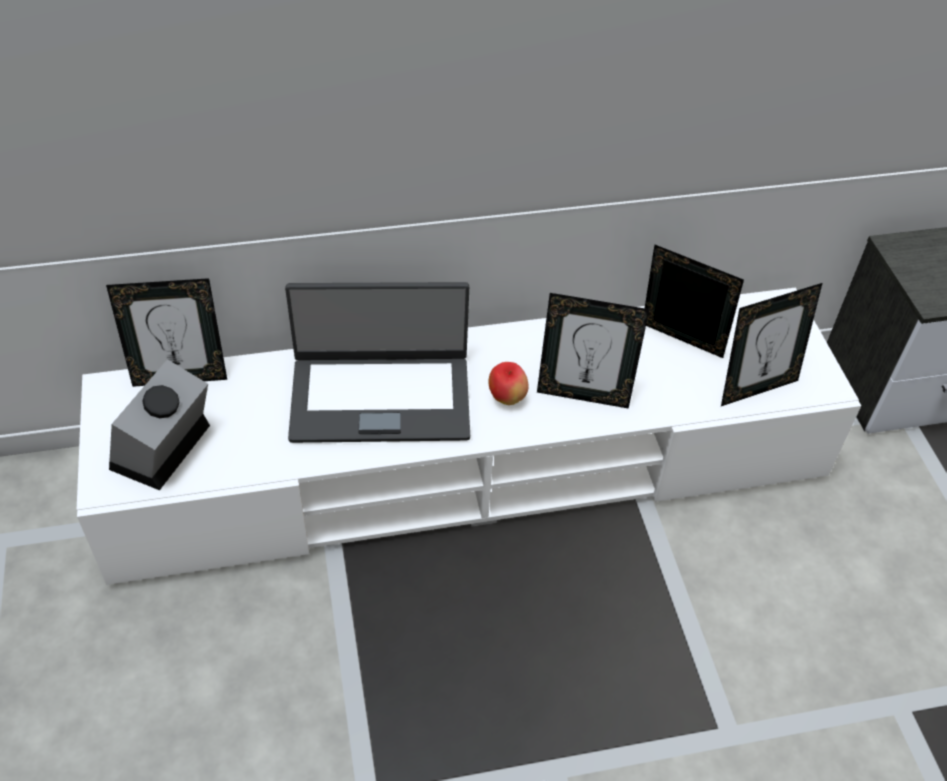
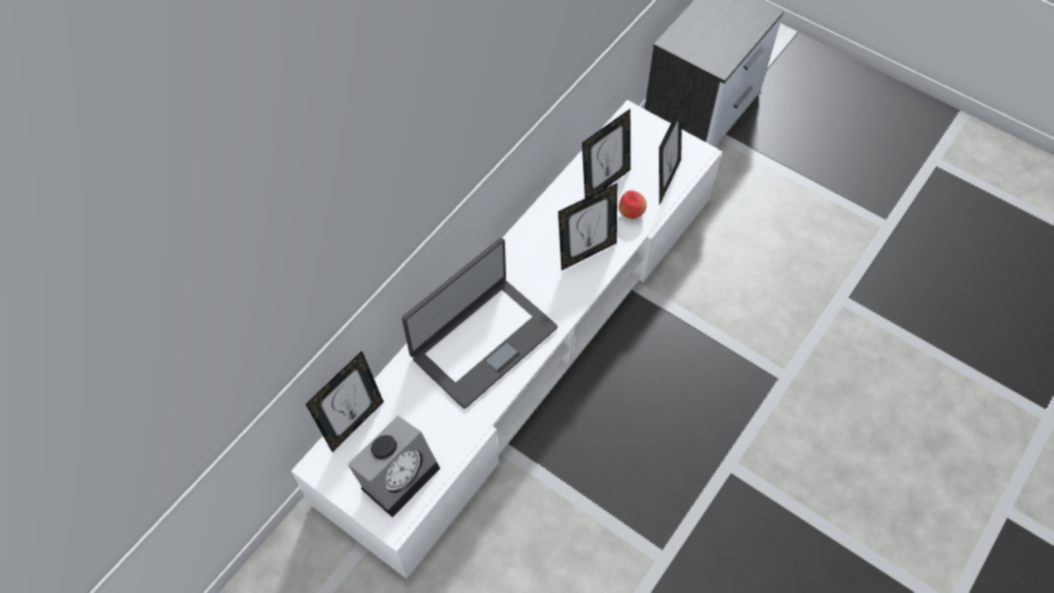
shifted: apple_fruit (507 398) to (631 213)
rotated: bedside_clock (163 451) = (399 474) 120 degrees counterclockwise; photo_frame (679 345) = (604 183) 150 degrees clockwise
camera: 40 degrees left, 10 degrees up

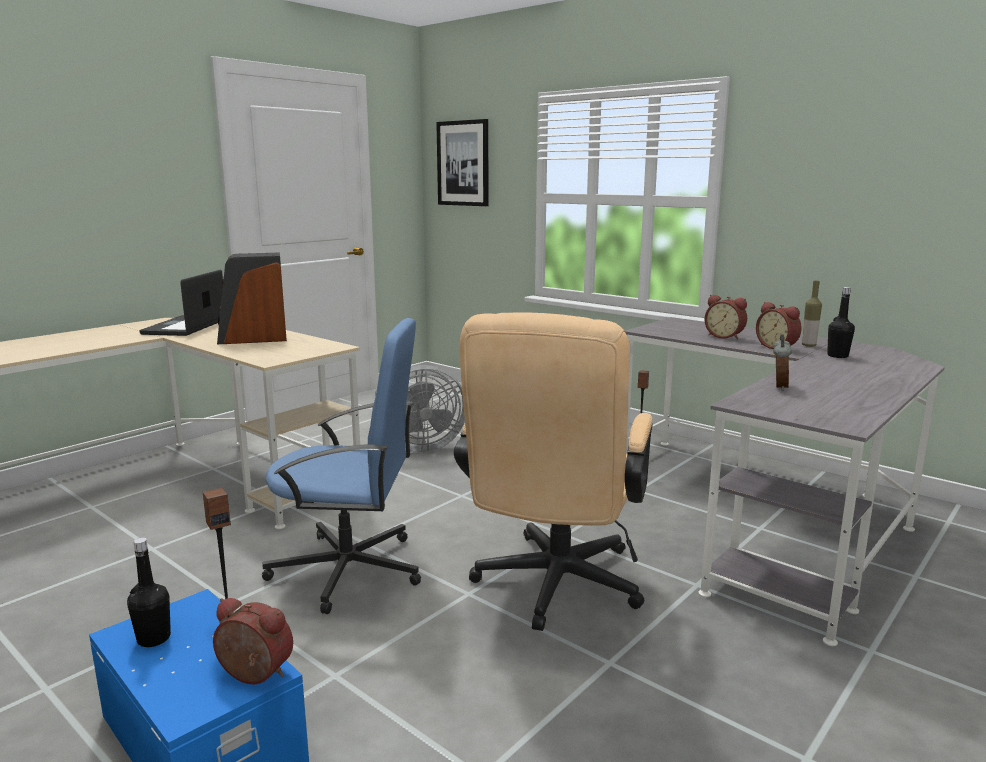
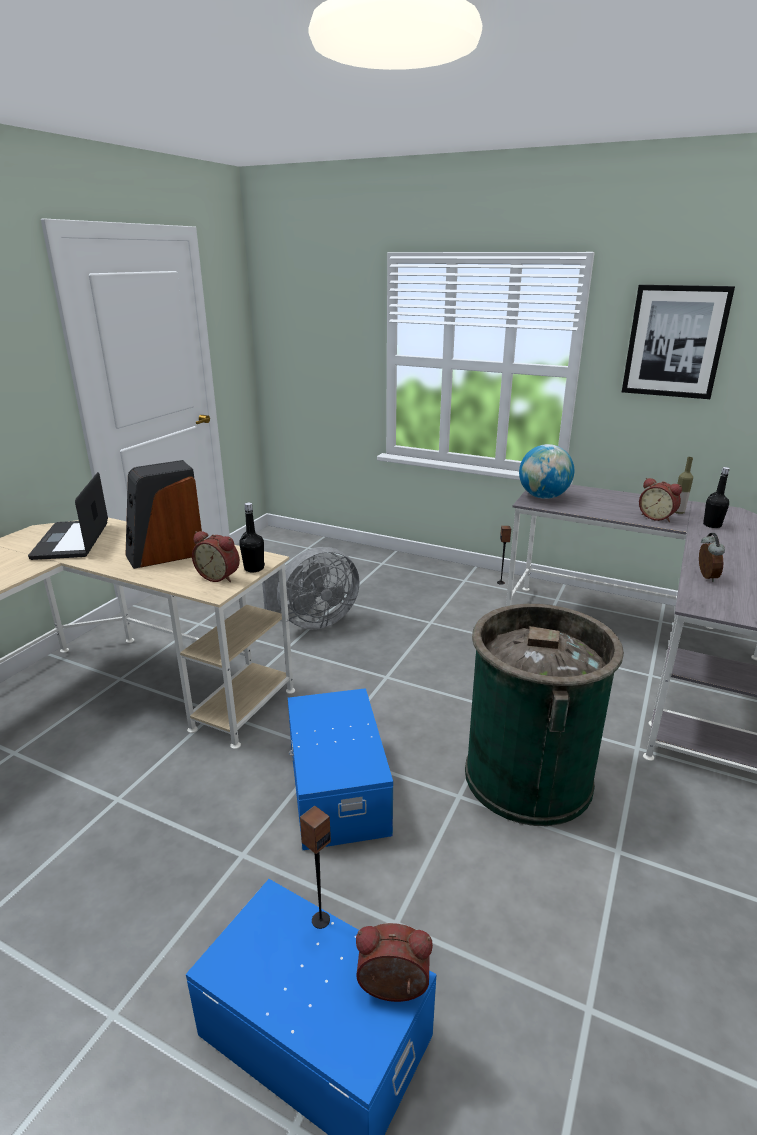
new: world_globe (543 497)
shifted: black_bottle (154 638) to (254 568); picture (463 163) to (675 342); bedside_clock (725 336) to (219 576)
swapped: blue-coloured_desk_chair (350 570) to blue-coloured_storage_bin (335 788); beige_desk_chair (554 589) to green_waste_bin (528 776)
camera: 15 degrees left, 10 degrees up

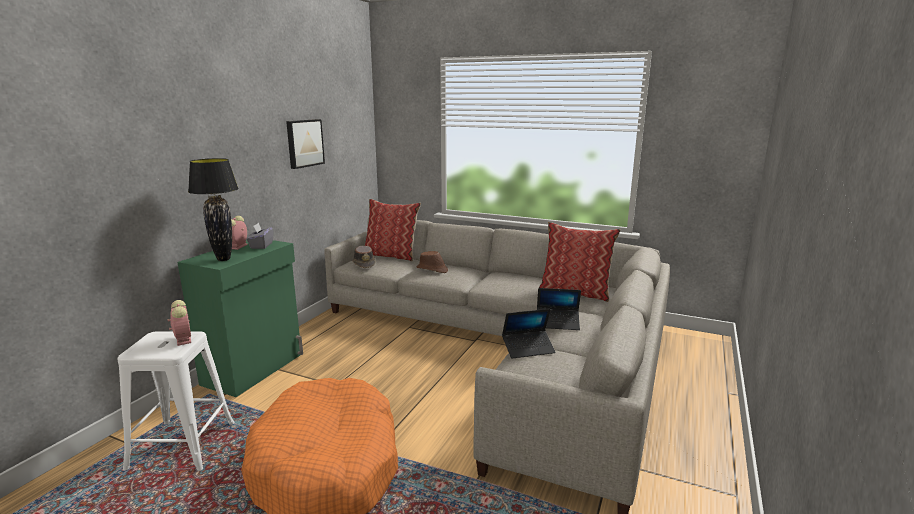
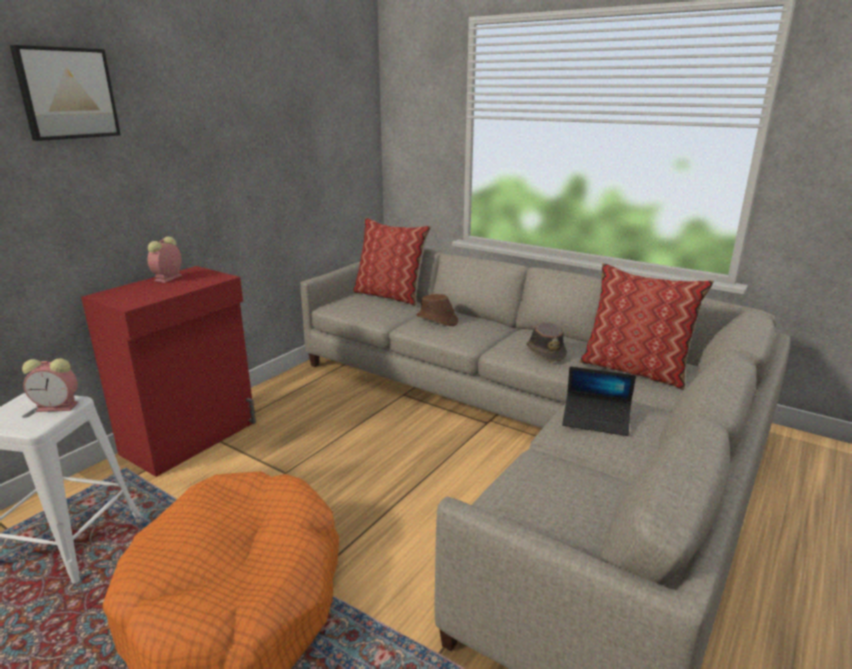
gone: black_table_lamp (224 259); grey_box_of_tissues (261 245); laptop (528 348)
shifted: picture (304 143) to (66 93); brownish_wearable_hat (364 264) to (545 352)
repainted: green_storage_cabinet (255 369) to red-coloured_storage_cabinet (192 438)
rotated: bedside_clock (183 339) = (59 406) 105 degrees clockwise
camera: 10 degrees right, 5 degrees up

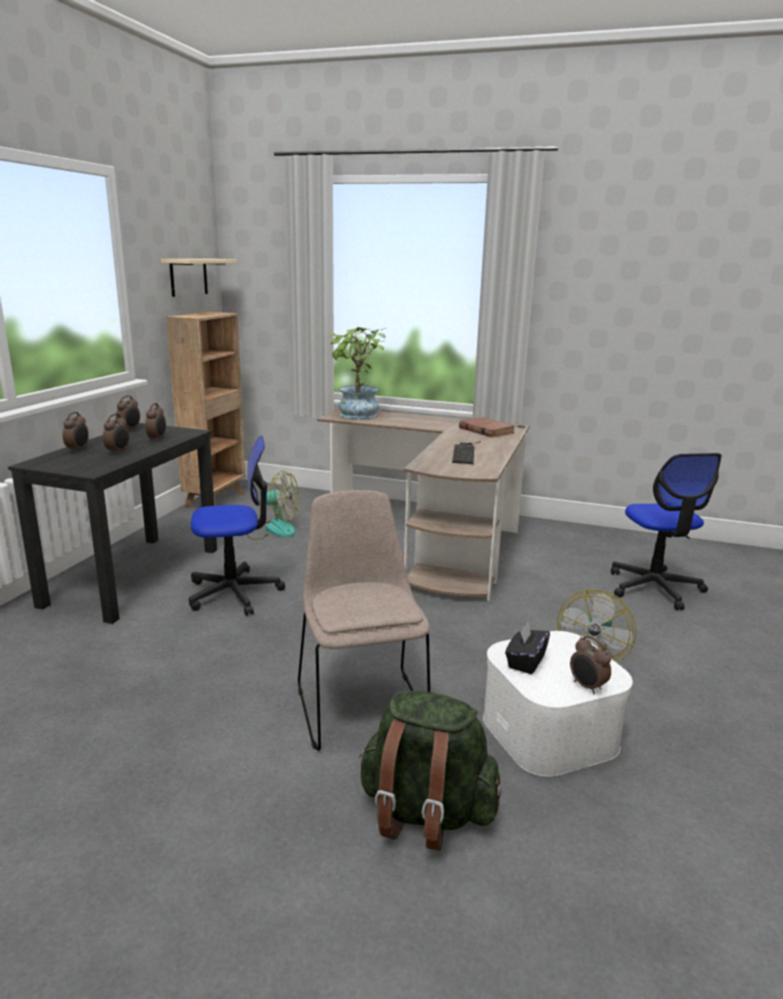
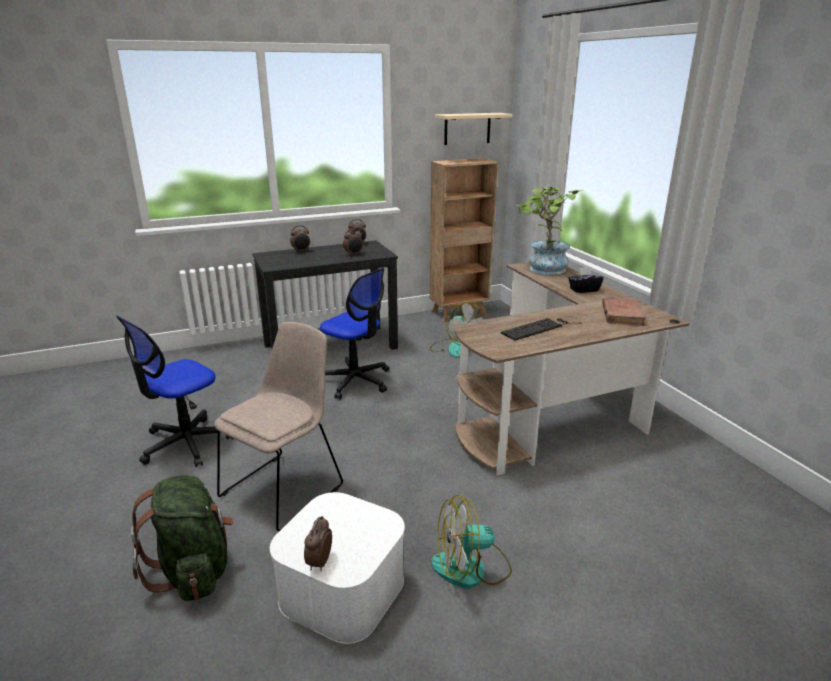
gone: bedside_clock (118 452)
shifted: black_box_of_tissues (525 661) to (584 290); desk_chair (654 588) to (186 443)
camera: 50 degrees right, 5 degrees up

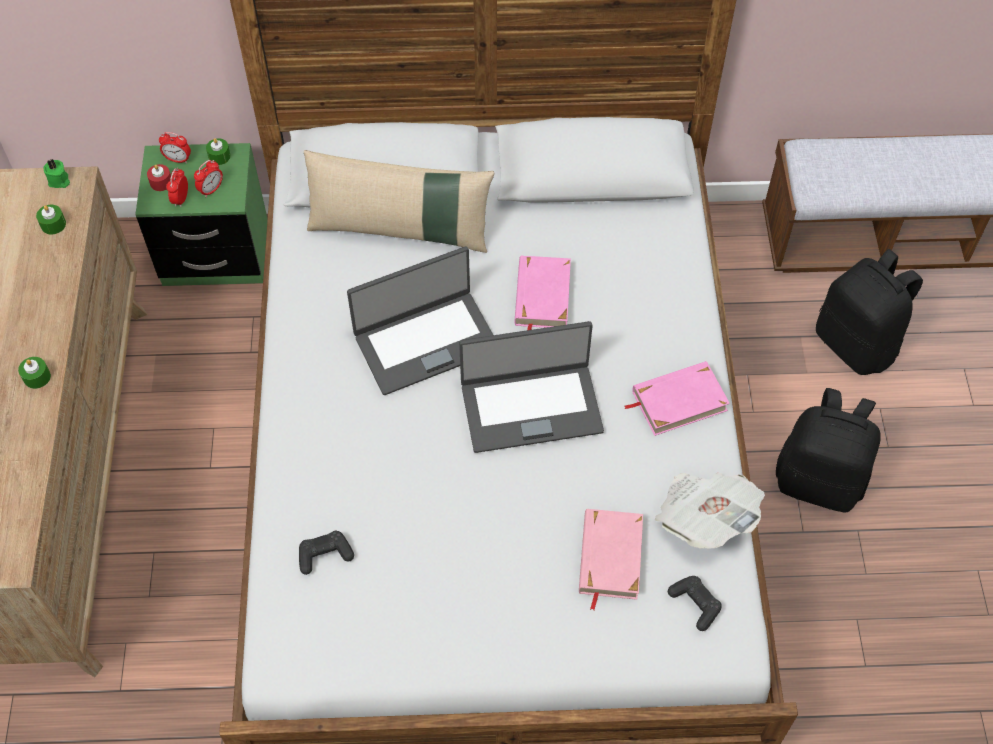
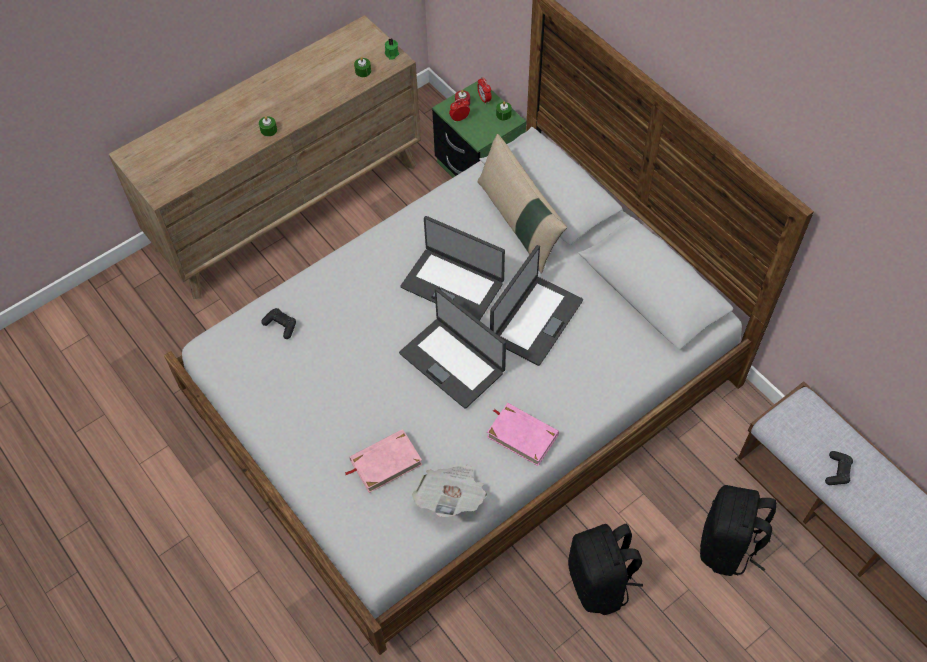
gone: bedside_clock (211 190)
shifted: black_game_controller (695 604) to (837 471)
swapped: pinkish_book (541 296) to laptop (535 320)
camera: 55 degrees right, 0 degrees up

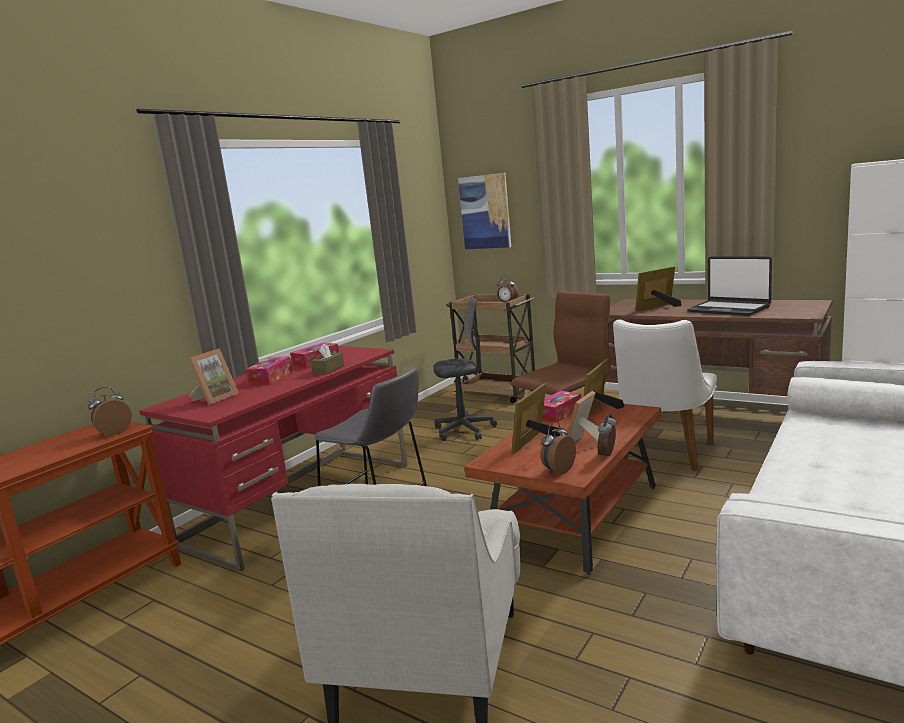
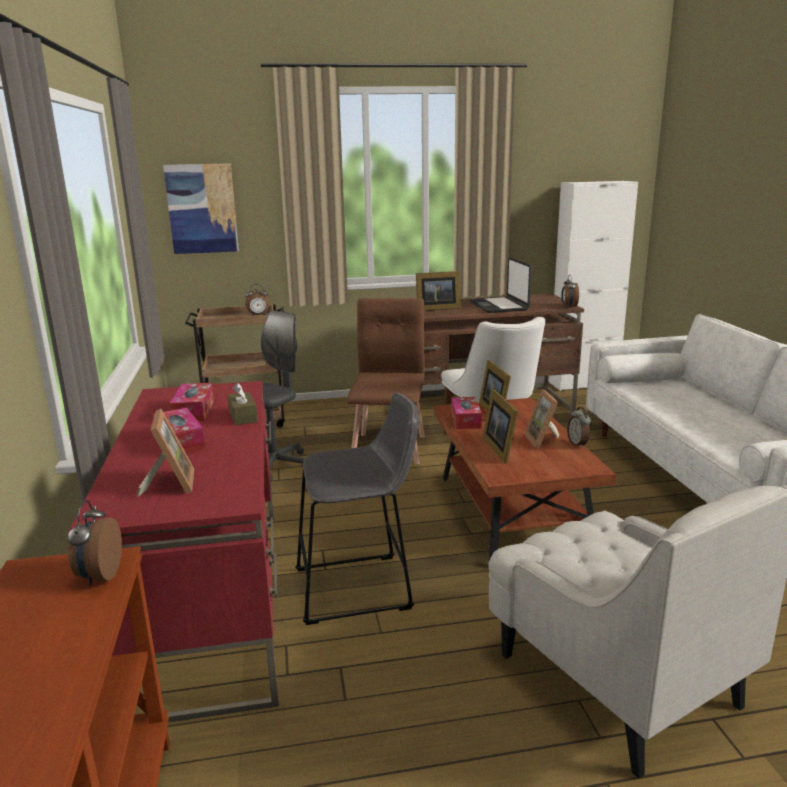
shifted: bedside_clock (558 470) to (568 306)
rotated: photo_frame (658 307) = (436 308) 120 degrees counterclockwise; laptop (729 309) = (499 306) 75 degrees clockwise
camera: 45 degrees left, 5 degrees up

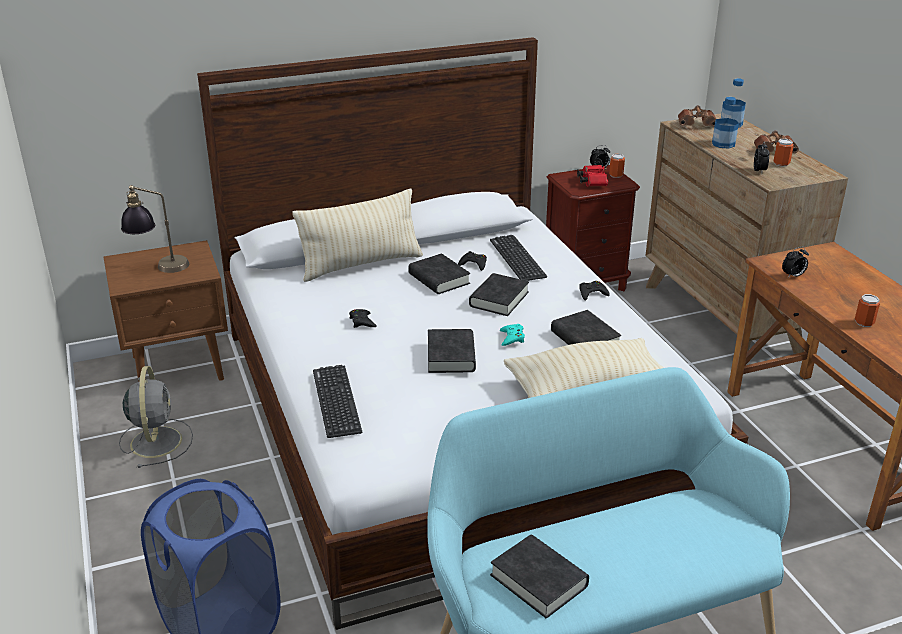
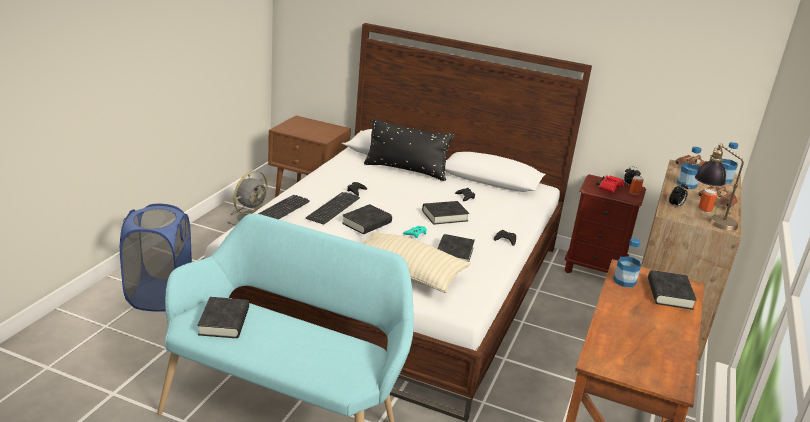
gone: metal_can (864 322)
shifted: table_lamp (159 268) to (710 221); black_book (439 279) to (669 294); computer_keyboard (517 259) to (333 208)
swapped: bedside_clock (793 276) to bottle (624 281)
repainted: beige_cushion (361 265) to black_cushion (406 170)
camera: 40 degrees right, 5 degrees down

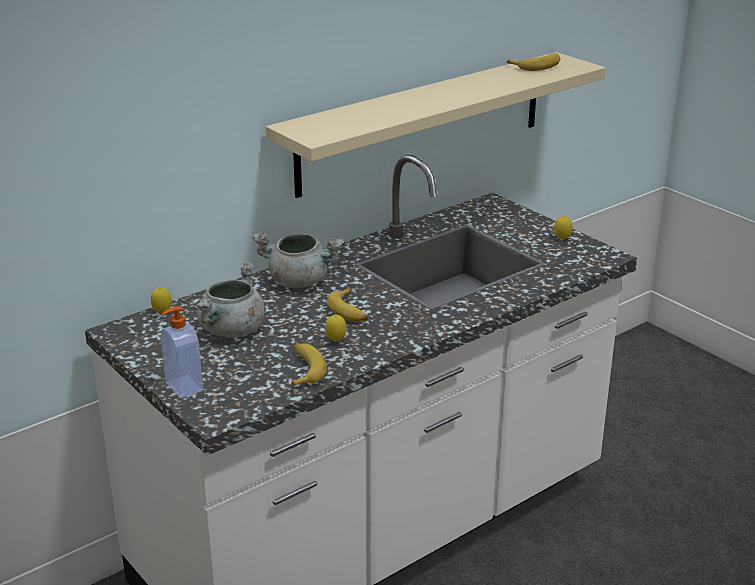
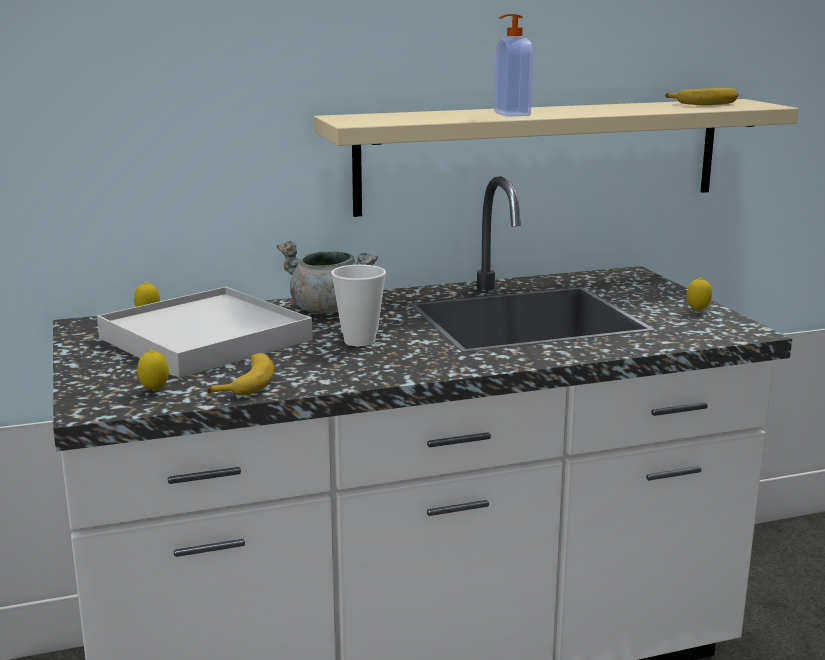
shifted: soap_bottle (183 387) to (510 114); whole_lemon (336 341) to (154 391)
swapped: grey_cooking_pot (232 331) to white_serving_tray (205 339); banana_fruit (350 311) to drinking_cup (359 341)
camera: 20 degrees right, 10 degrees down

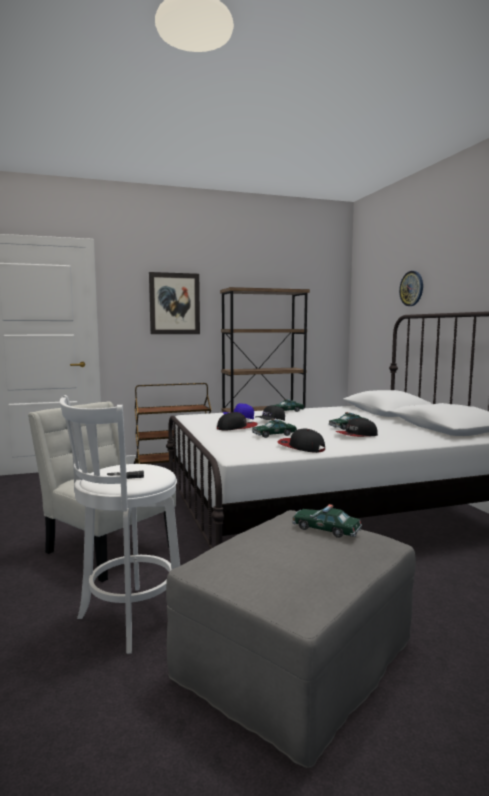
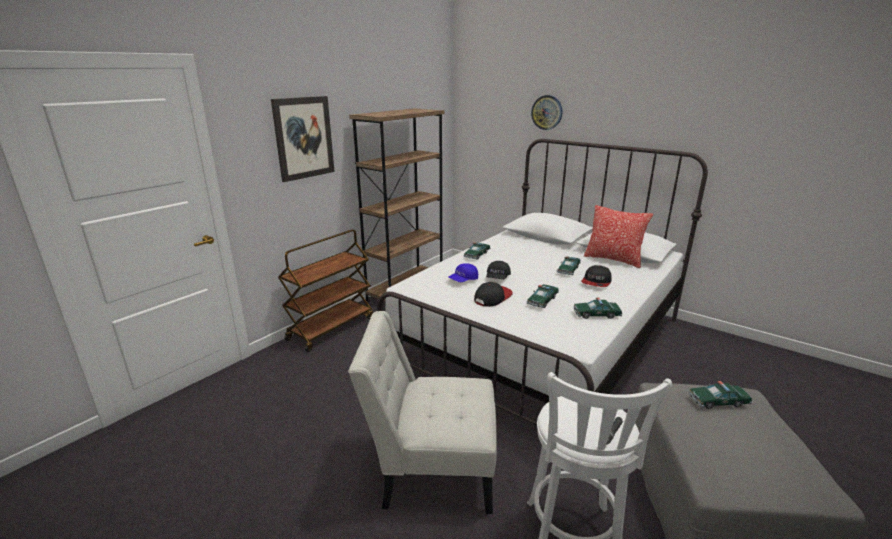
new: cushion (613 259)
swapped: peaked_cap (301 447) to model_car (596 314)
camera: 35 degrees left, 15 degrees up

